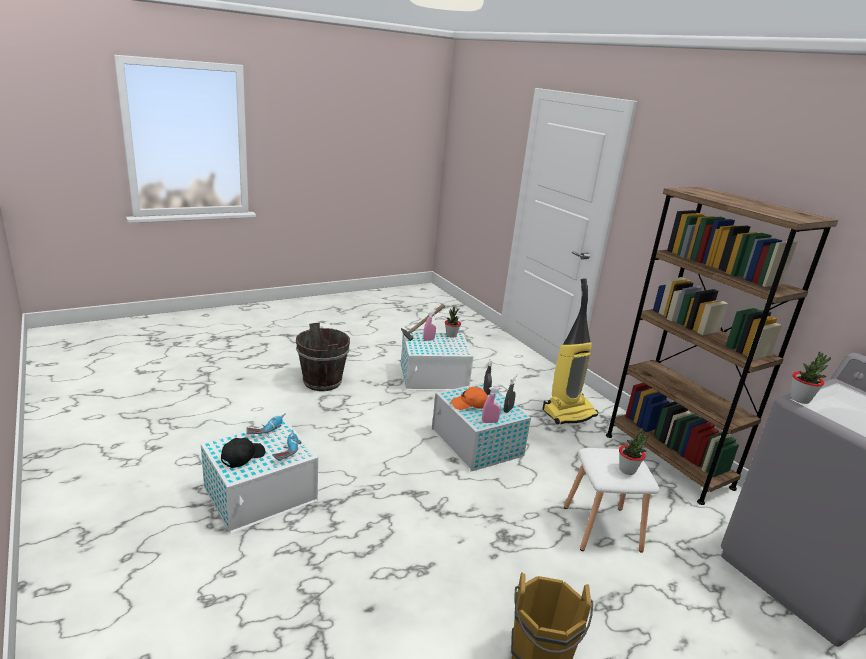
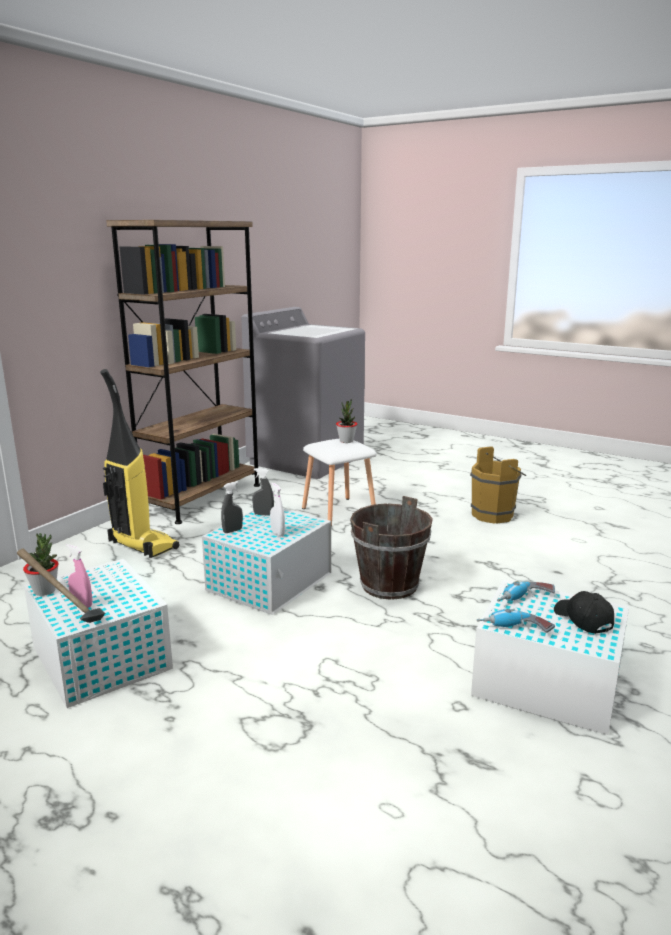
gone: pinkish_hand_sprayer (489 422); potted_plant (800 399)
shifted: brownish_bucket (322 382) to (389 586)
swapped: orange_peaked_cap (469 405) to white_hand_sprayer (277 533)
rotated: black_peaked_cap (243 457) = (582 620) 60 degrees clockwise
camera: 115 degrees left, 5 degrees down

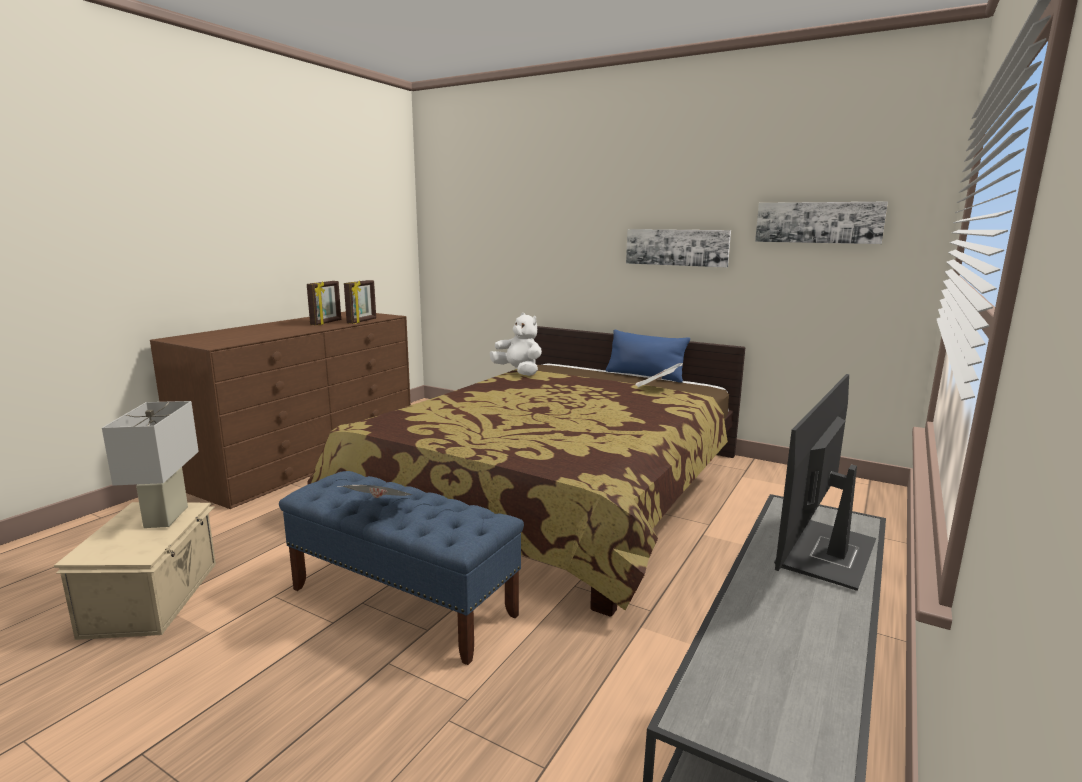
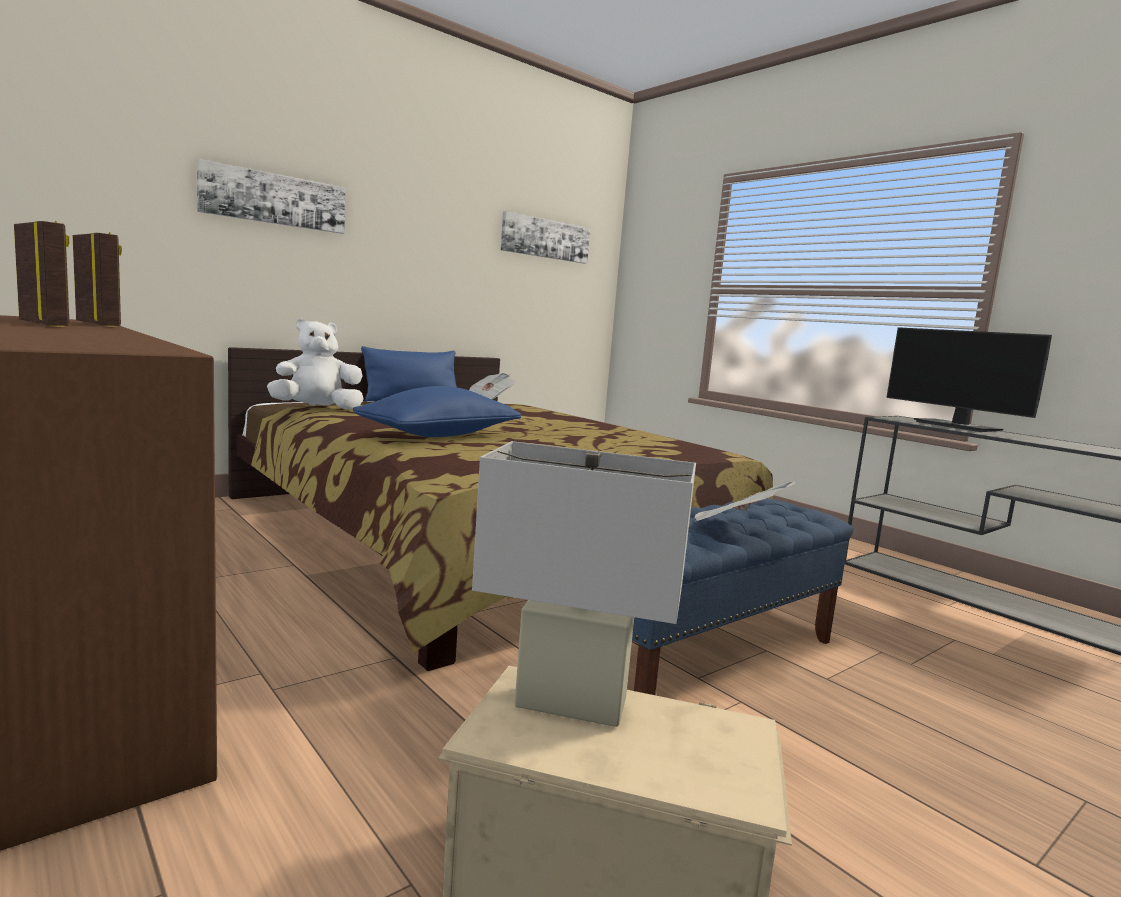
new: blue-coloured_cushion (439 435)
shifted: picture (677 247) to (274 199)
camera: 70 degrees left, 5 degrees down

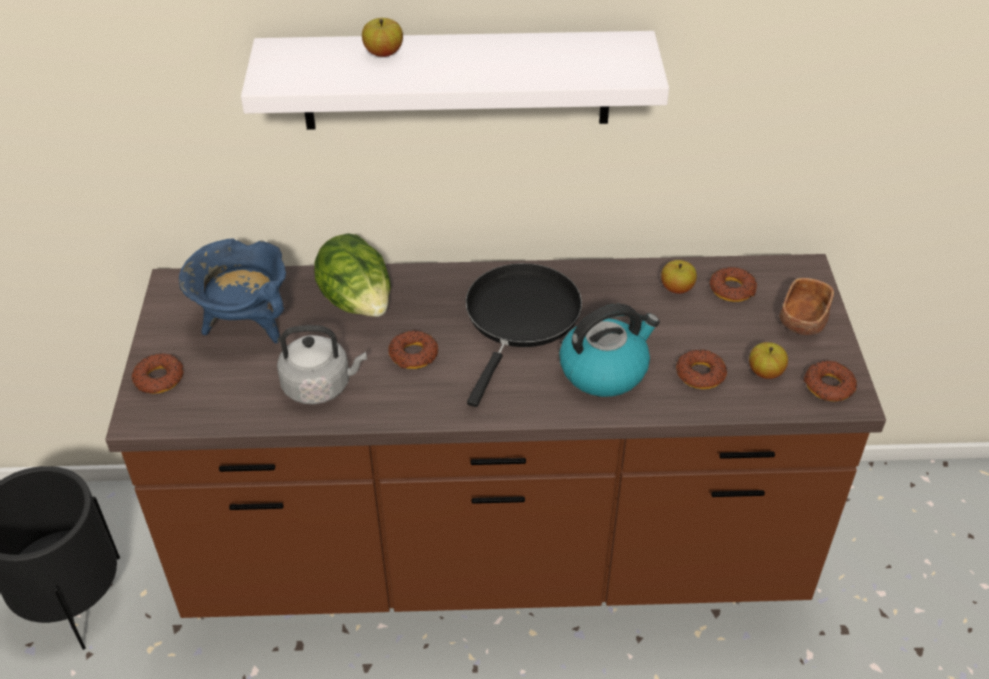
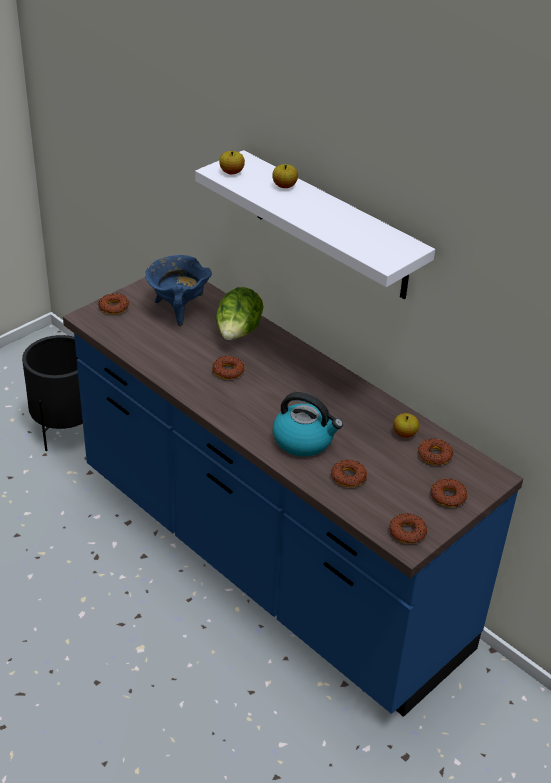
gone: grey_tea_kettle (320 386); black_skillet (520 318)
shifted: apple_fruit (765 372) to (231 172)
swapped: brownish_bowl (802 321) to ring_doughnut (448 496)
repainted: brownish_kitchen_counter (495 556) to blue-coloured_kitchen_counter (267 561)
camera: 45 degrees right, 5 degrees down

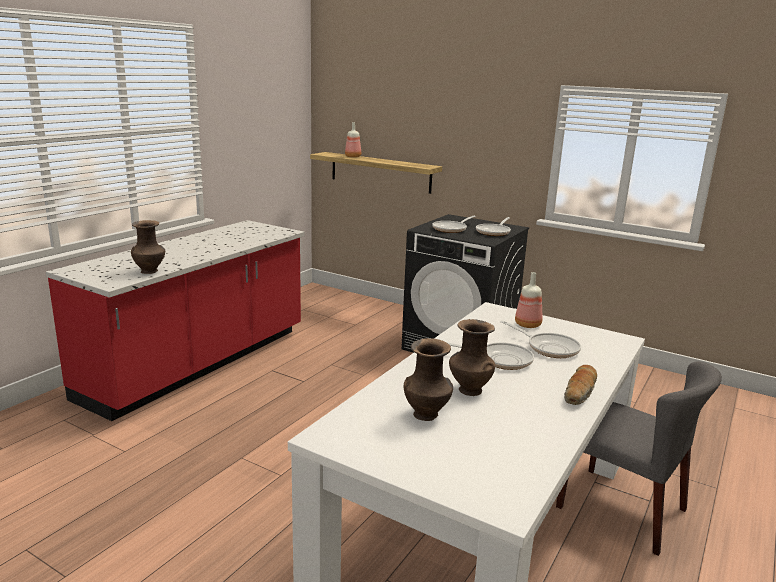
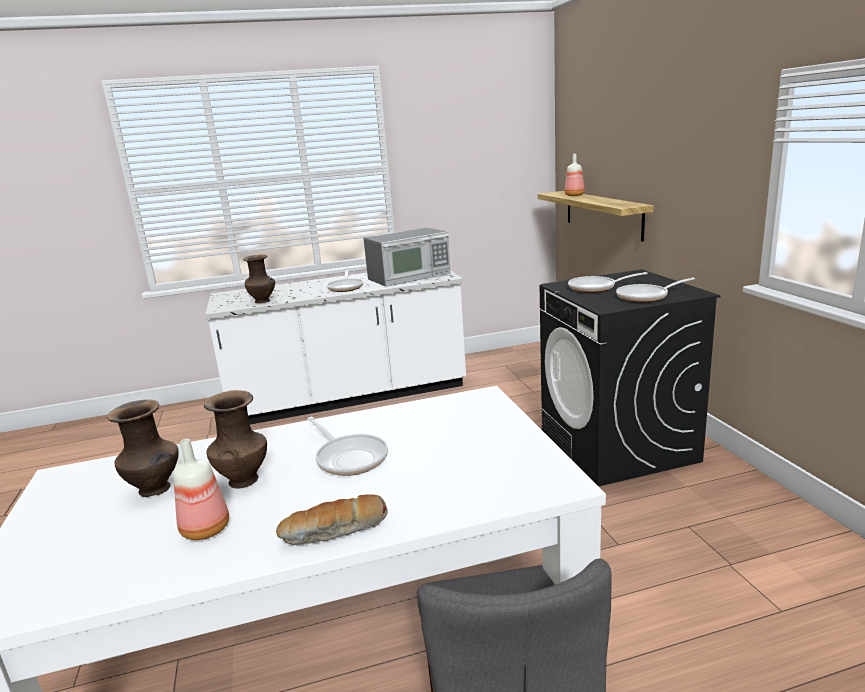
new: microwave_oven (410 276)
shifted: skillet (549 348) to (346 287); bottle (528 325) to (207 530)
repainted: red-coloured_kitchen_counter (199 364) to white_kitchen_counter (349 397)
camera: 45 degrees right, 0 degrees up

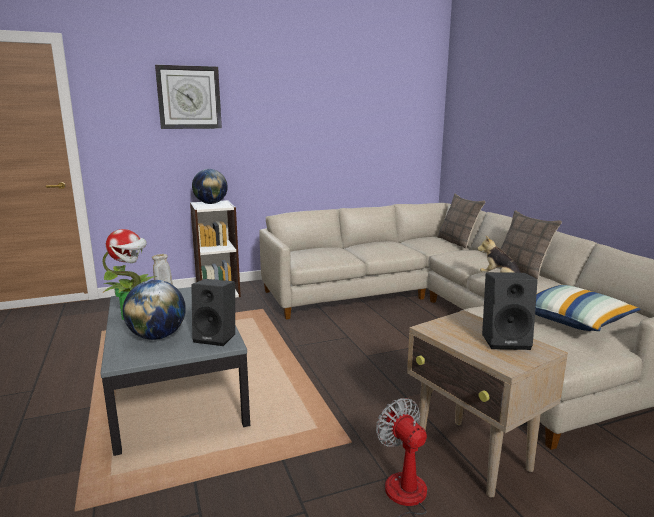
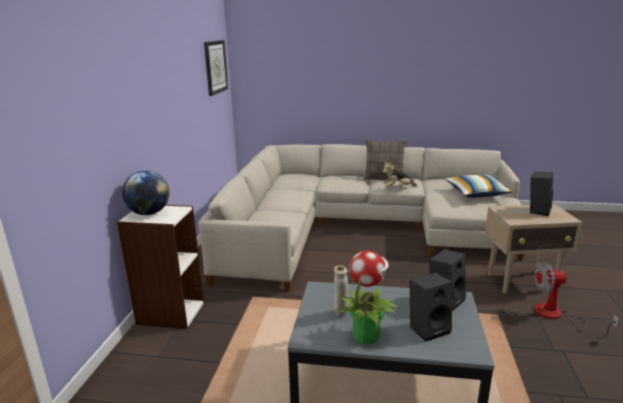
gone: cushion (457 242)
shifted: clock_on_the_wall (189 97) to (215 67)
swapped: world_globe (157 336) to black_audio_speaker (428 328)
camera: 60 degrees left, 5 degrees up

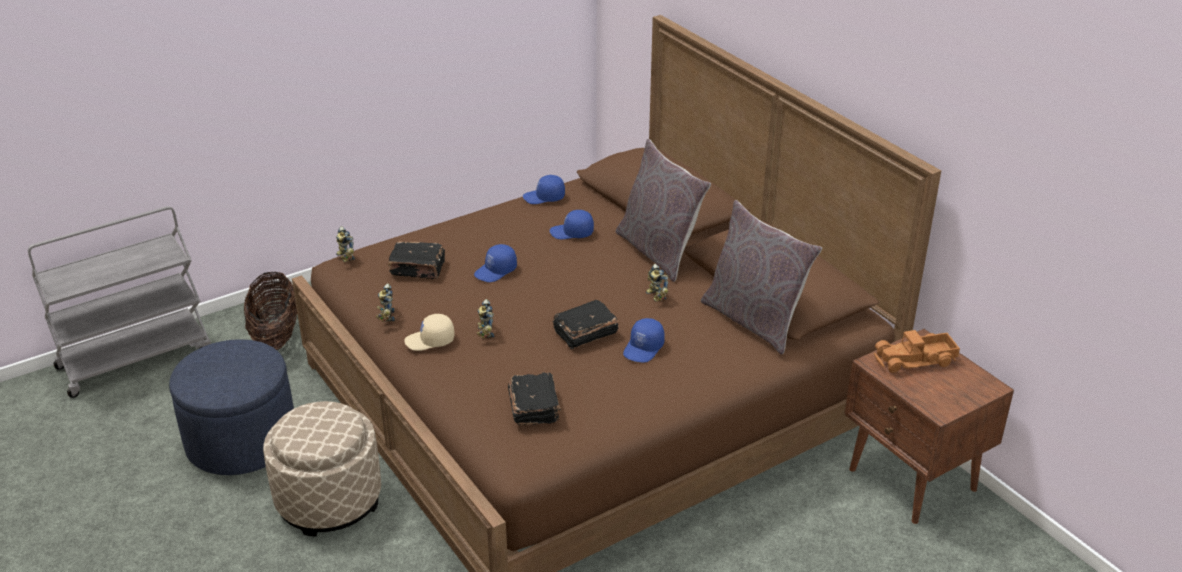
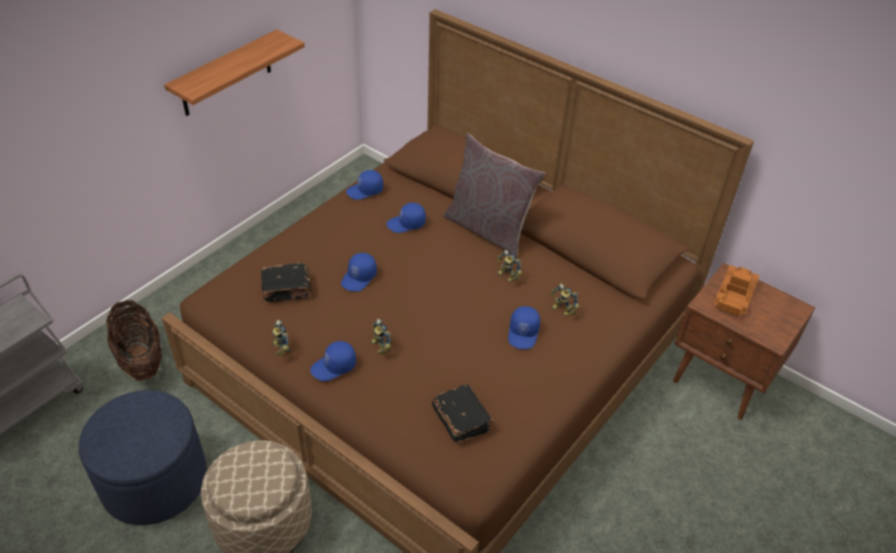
gone: black_book (584 333); grey_cushion (754 320)
new: wall_shelf (226 74)
shifted: toy_robot (344 257) to (561 310)
repainted: beige_peaked_cap (430 341) to blue-coloured_peaked_cap (334 367)
rotated: model_truck (915 360) = (733 295) 150 degrees clockwise
camera: 20 degrees left, 10 degrees up

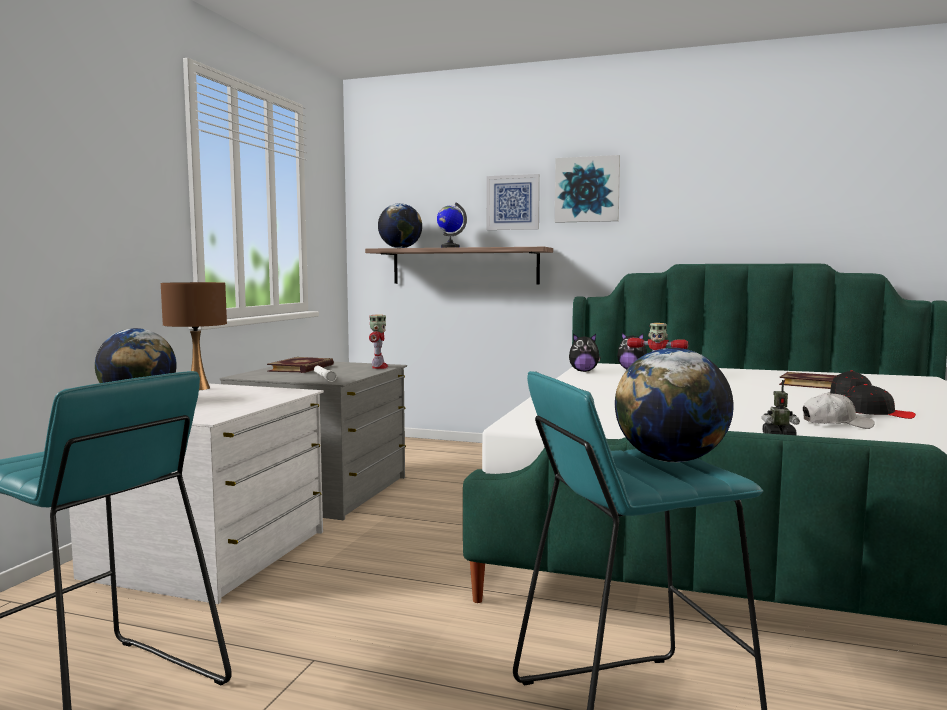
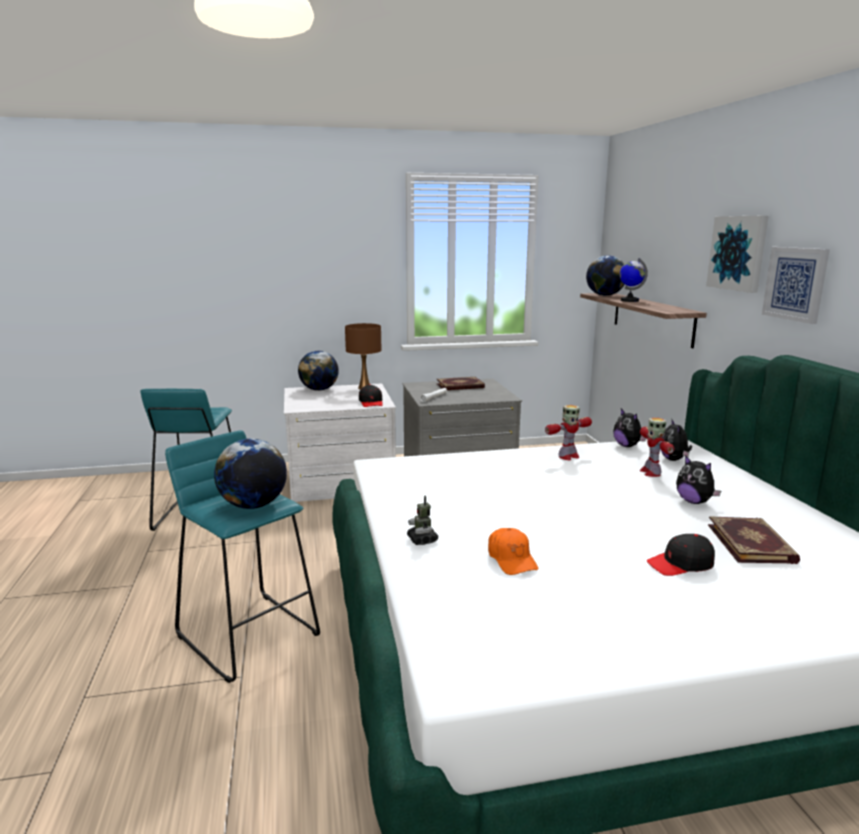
new: cuddly_toy (694 502)
shifted: toy_robot (379 367) to (568 456); picture (513 202) to (795 284); black_peaked_cap (877 414) to (371 402)
repainted: white_peaked_cap (836 424) to orange_peaked_cap (511 559)
camera: 60 degrees right, 10 degrees up

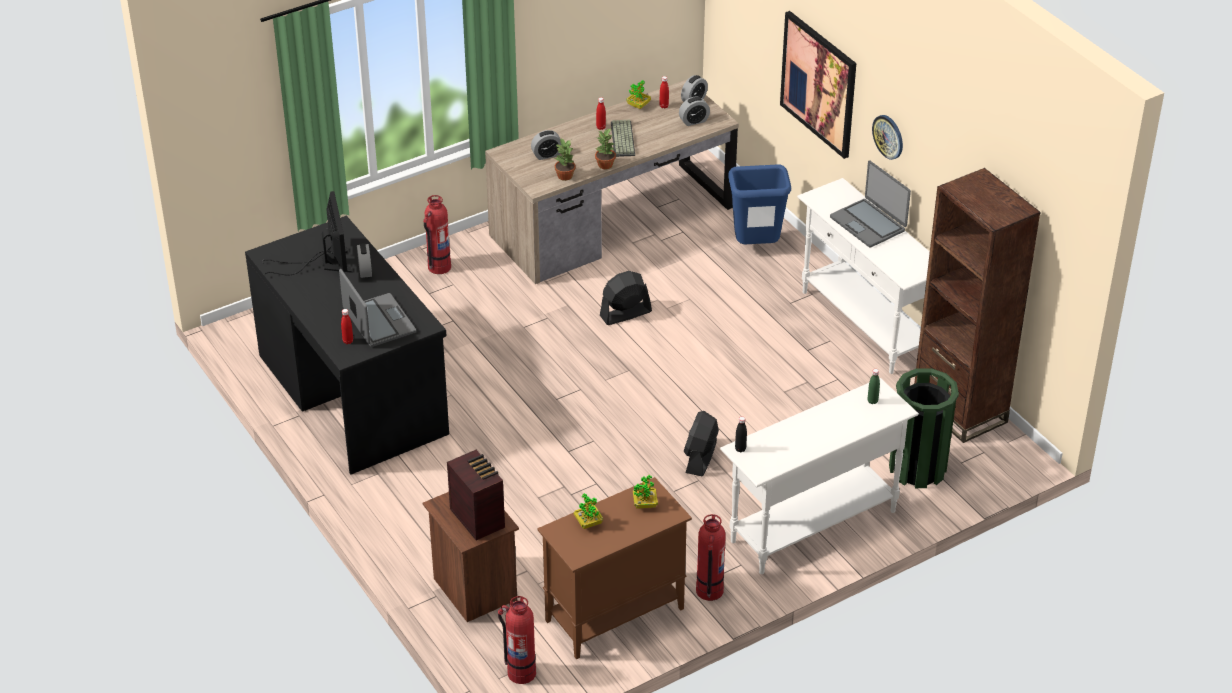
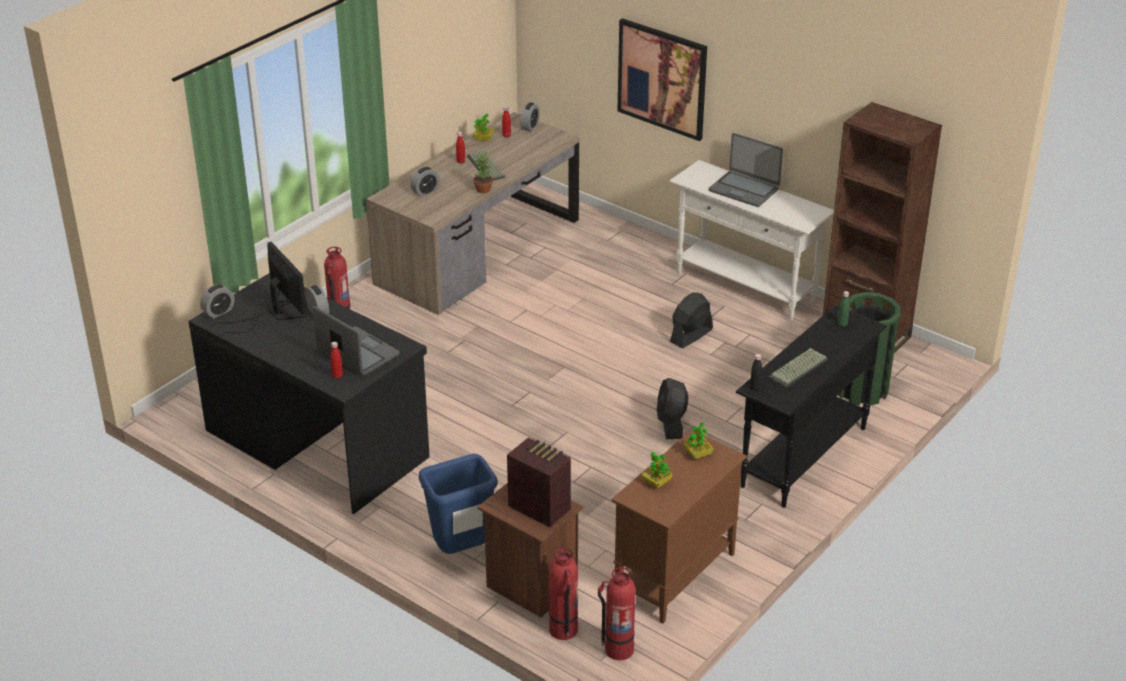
gone: potted_plant (565 176); clock_on_the_wall (888 136)
new: computer_keyboard (798 369)
shifted: black_fan (625 314) to (691 335); bedside_clock (694 121) to (219 312); fire_extinguisher (709 591) to (563 630); blue-coloured_waste_bin (755 247) to (460 552)
repainted: white_hall_table (812 526) to black_hall_table (803 457)
camera: 20 degrees left, 5 degrees down

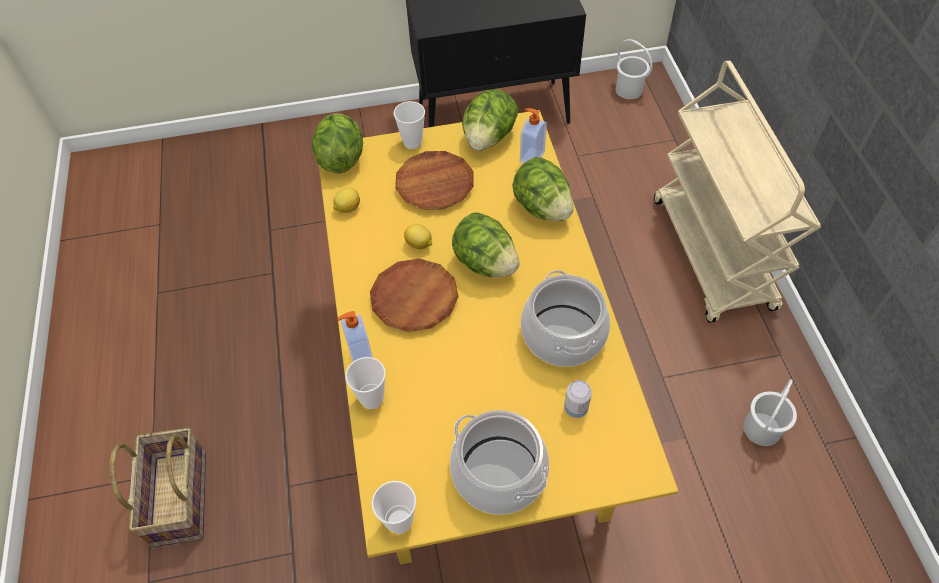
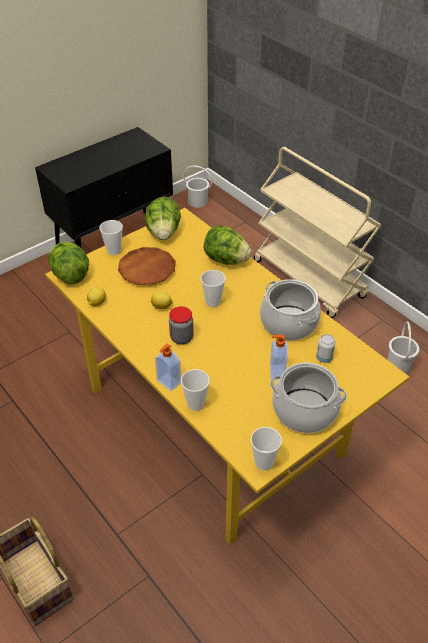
shifted: soap_bottle (531 157) to (276 372)
swapped: brownish_flat_dish (414 298) to jar (181 338); lettuce (485 263) to drinking_cup (213 302)
camera: 30 degrees left, 10 degrees down

